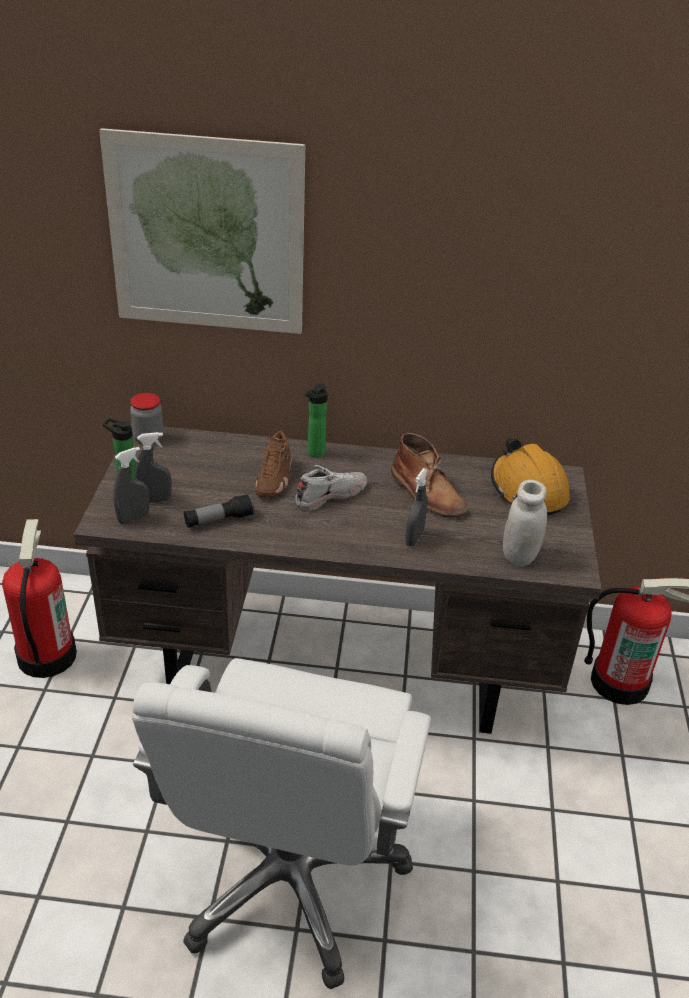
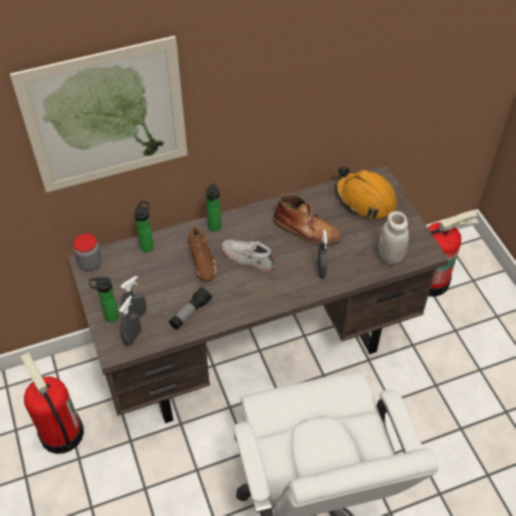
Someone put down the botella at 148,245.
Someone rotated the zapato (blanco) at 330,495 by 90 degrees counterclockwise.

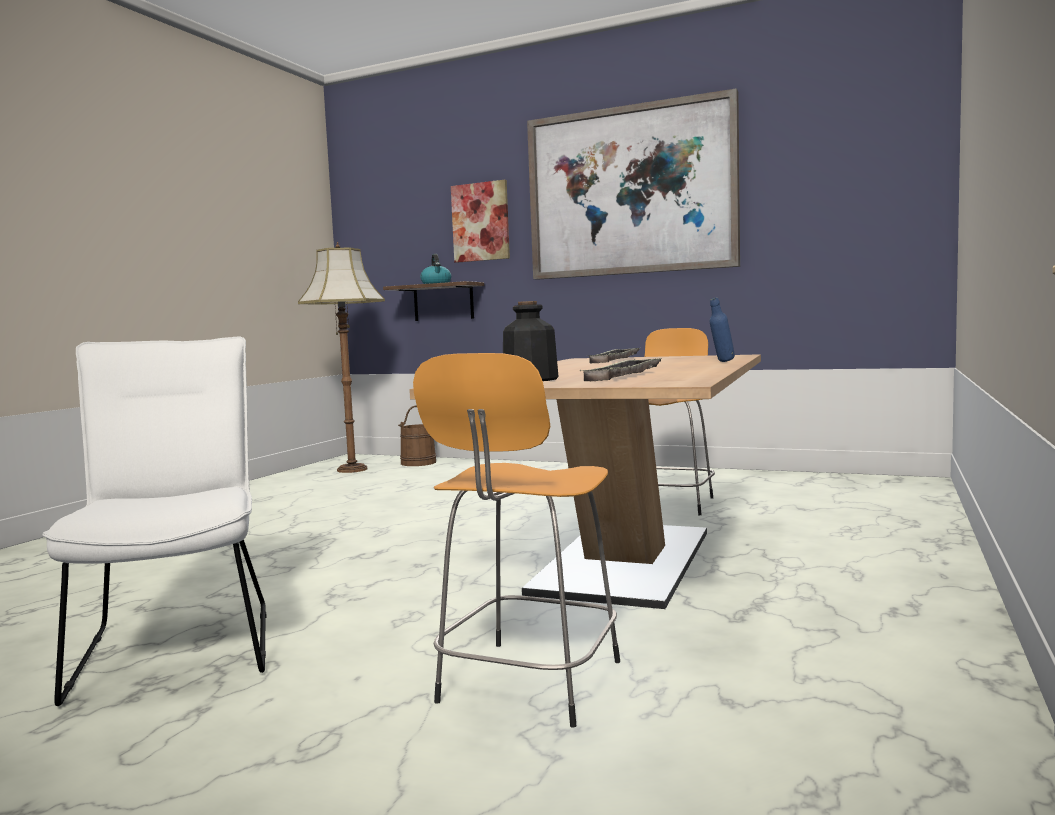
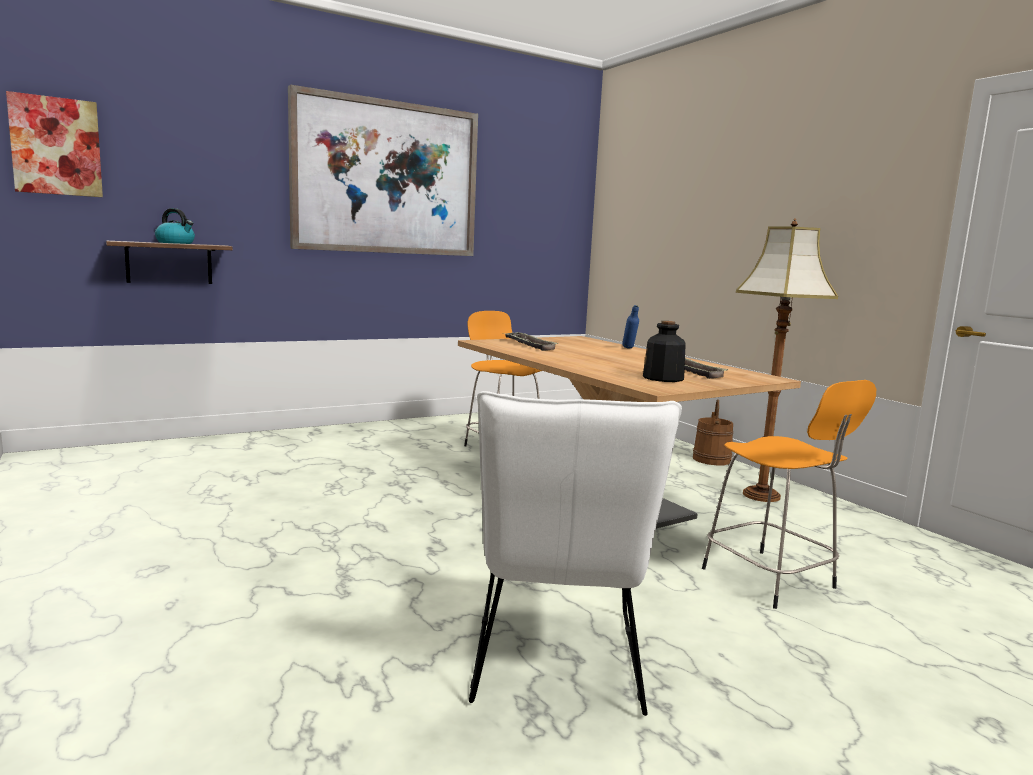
Someone carried the lámpara de pie from 353,469 to 762,495.
Someone carried the cubo (marrón) from 418,463 to 711,459.
Someone carried the cuadro from 480,222 to 56,146.
Someone rotated the silla (blanco) at 179,643 by 105 degrees counterclockwise.

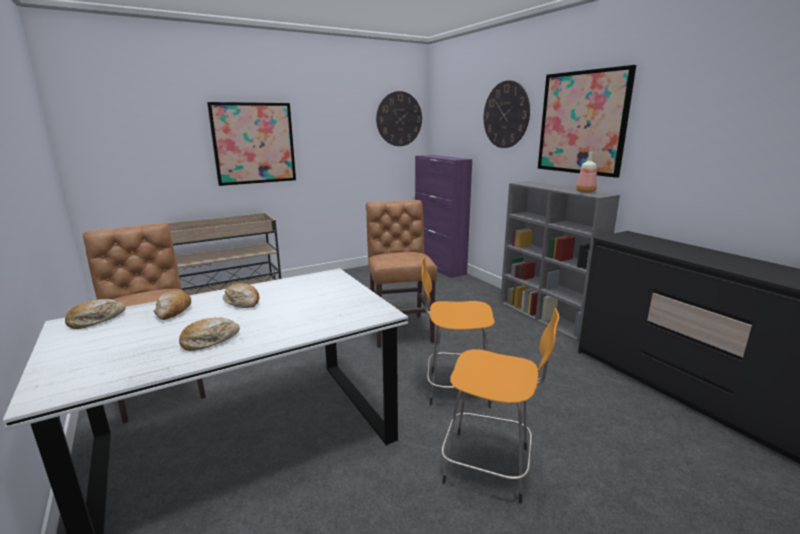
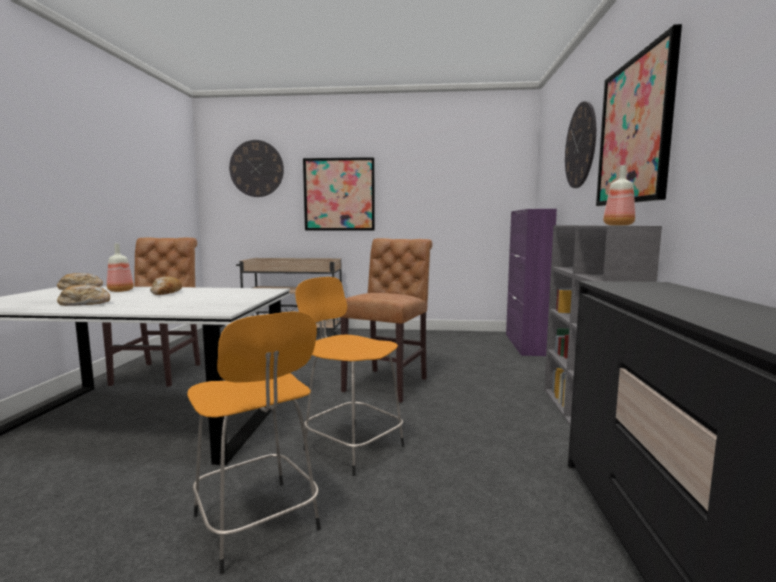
Someone carried the reloj de pared from 399,119 to 256,168.
Someone swapped the pan at 173,311 for the botella at 120,291.

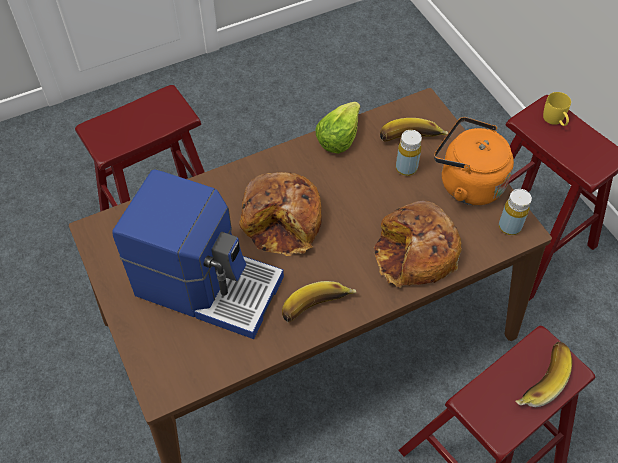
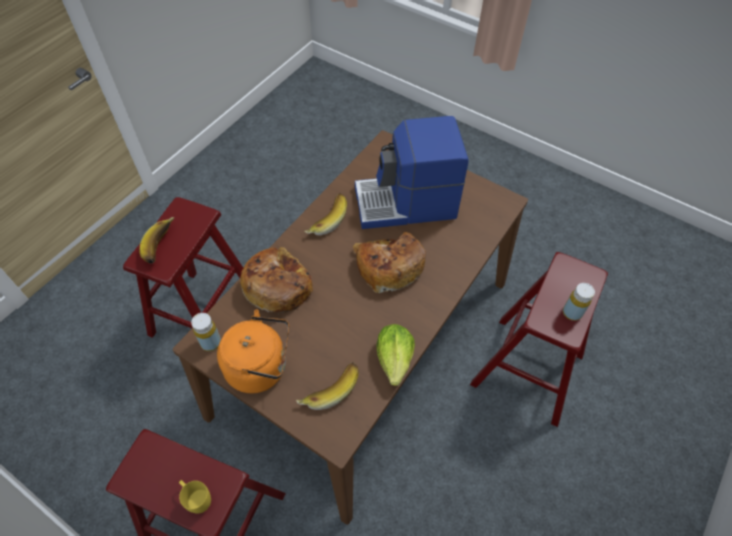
Someone carried the botella (amarillo) from 406,168 to 572,312.

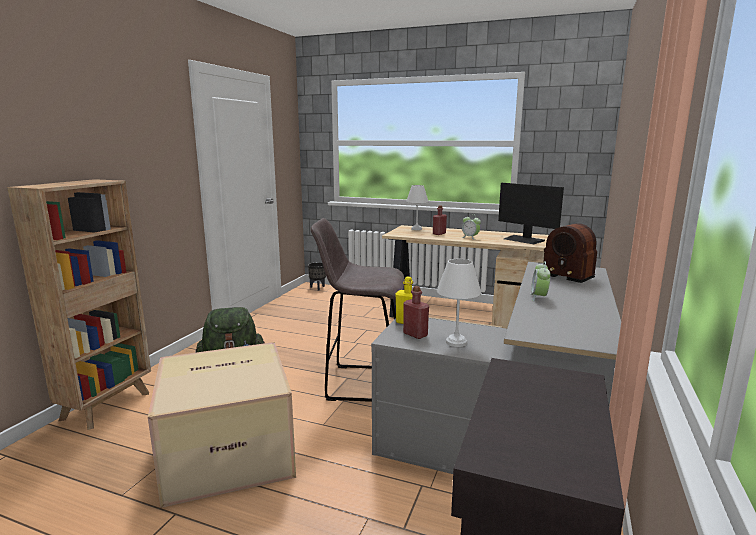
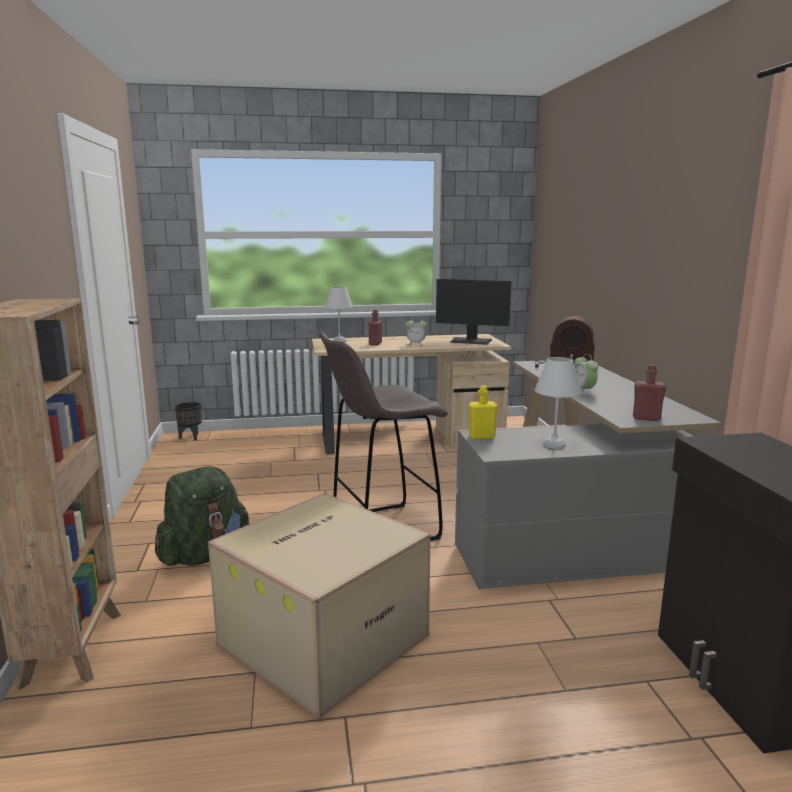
Someone carried the botella (rojo) from 415,334 to 646,418.

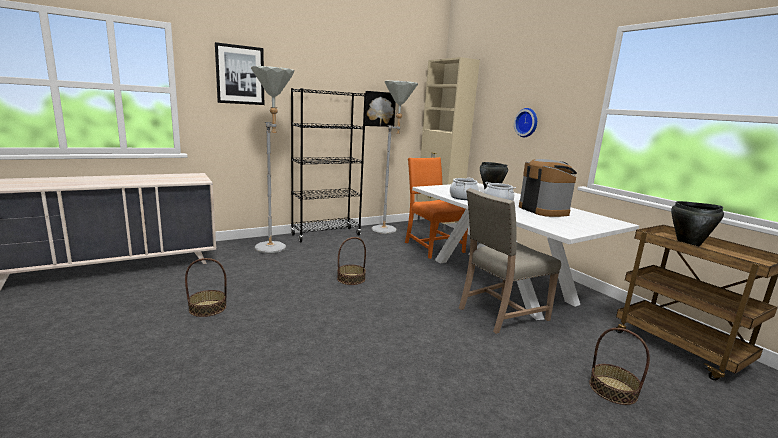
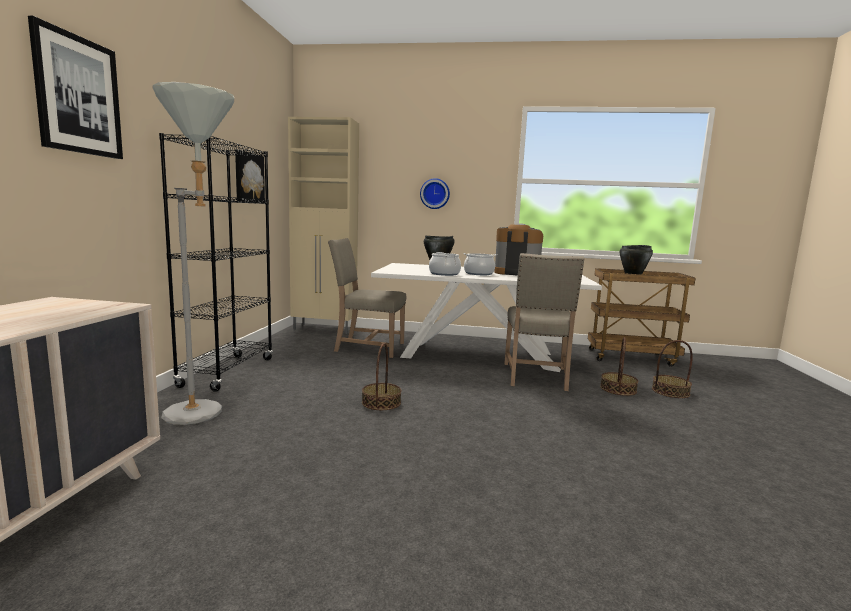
Someone took away the lámpara de pie (gris) at 389,230.
Someone carried the cesta from 208,308 to 618,389.
Someone repainted the silla (naranja) at 431,247, which became the silla (beis) at 367,347.

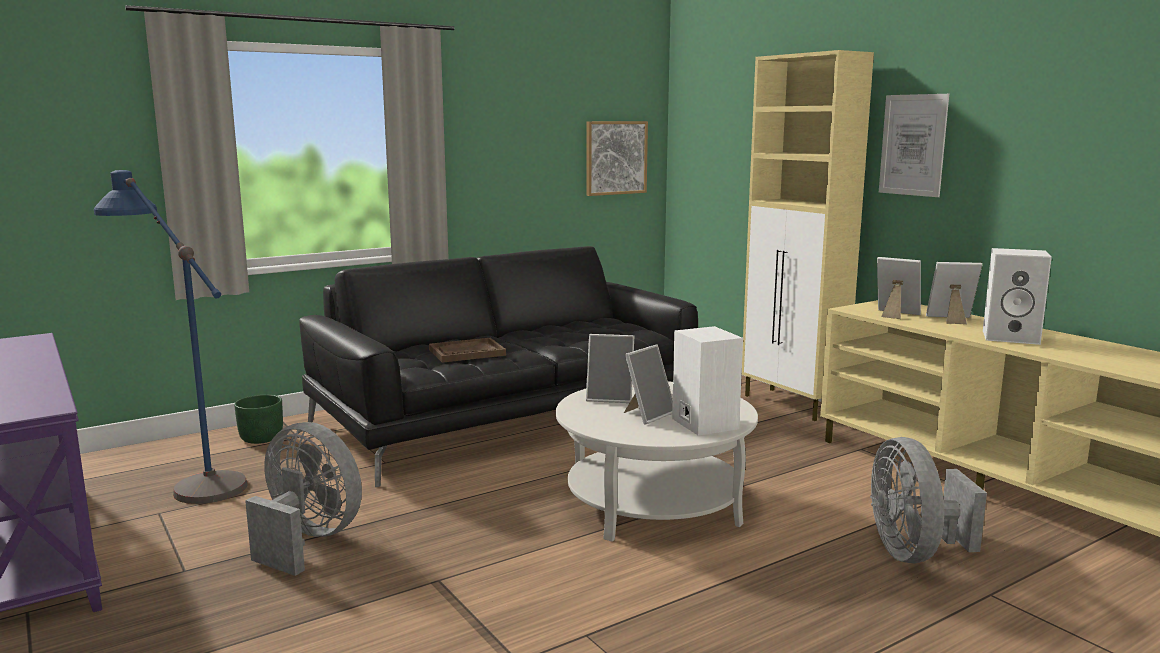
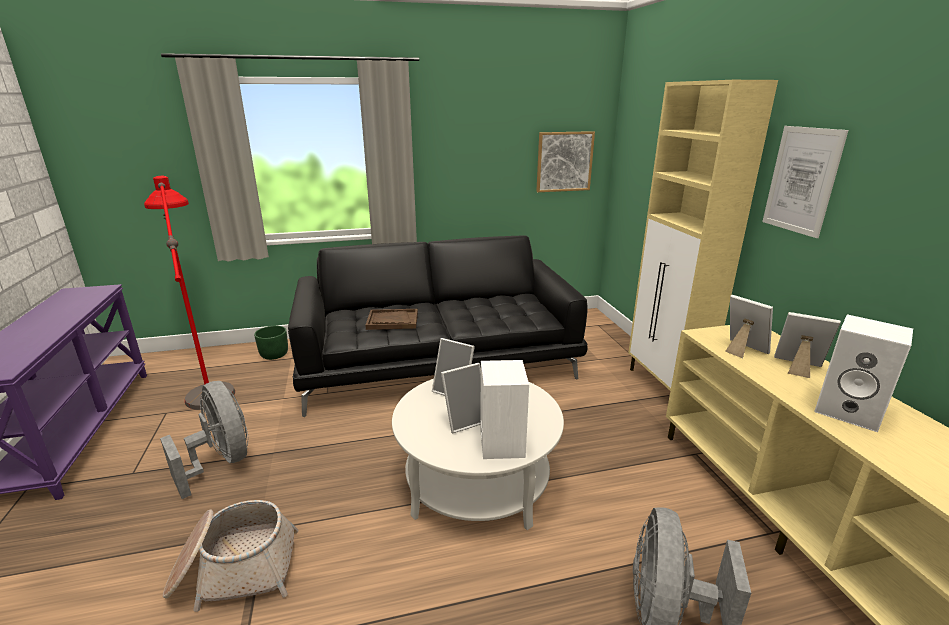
Someone put down the cesta at 234,570.
Someone repainted the lámpara de pie (azul) at 187,476, which became the lámpara de pie (rojo) at 208,381.

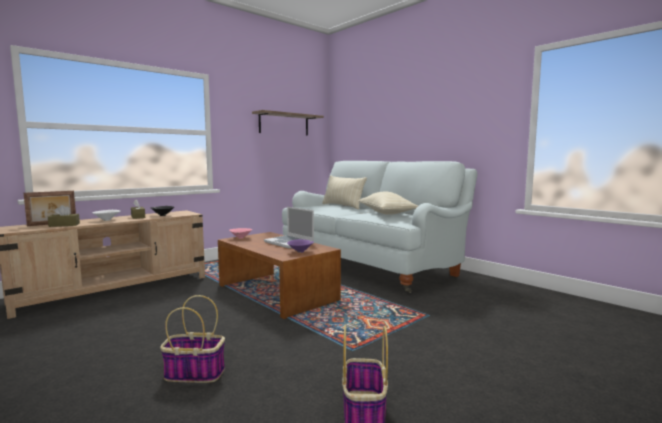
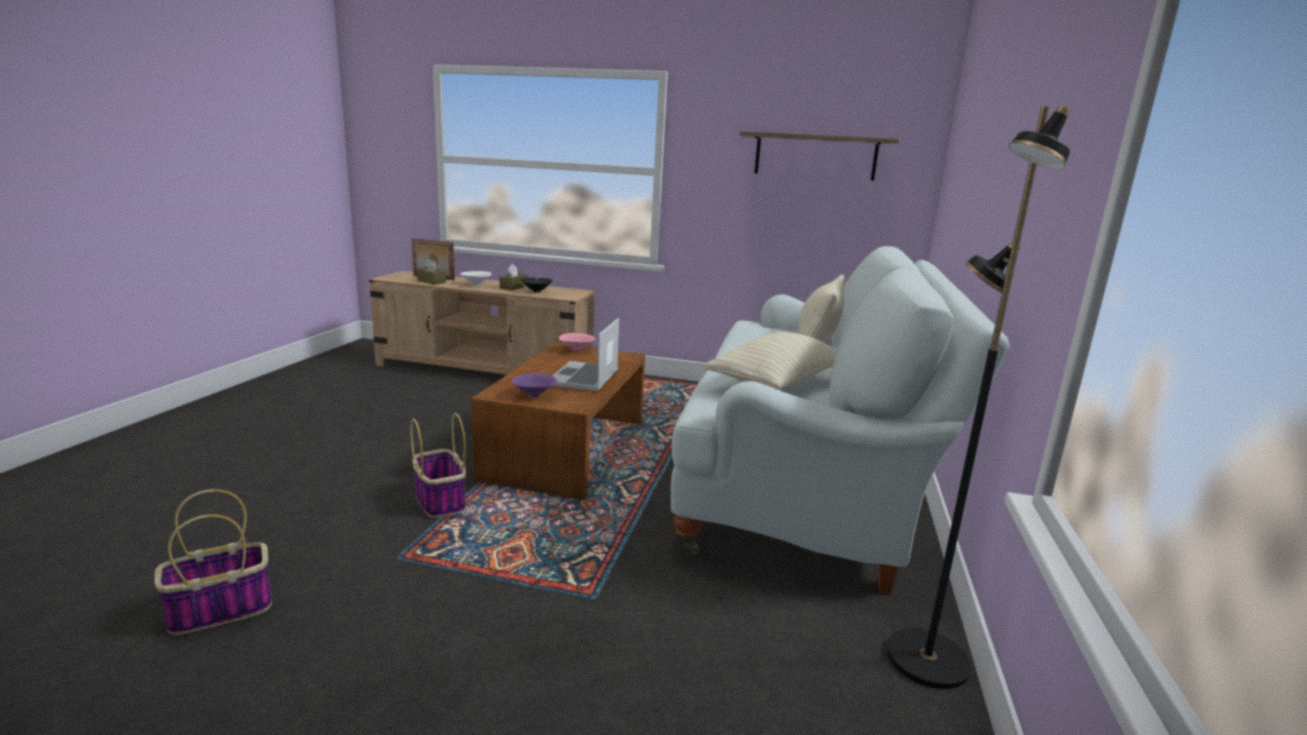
Someone put down the lámpara de pie (negro) at 925,659.
Someone carried the cesta from 193,374 to 439,500.

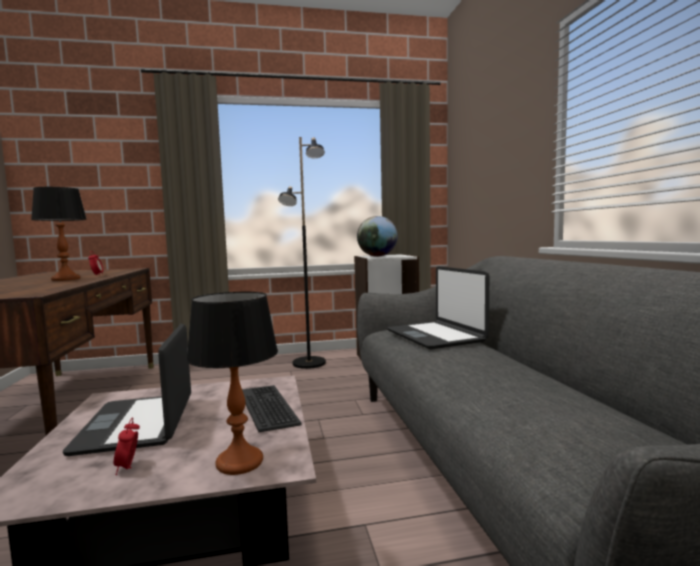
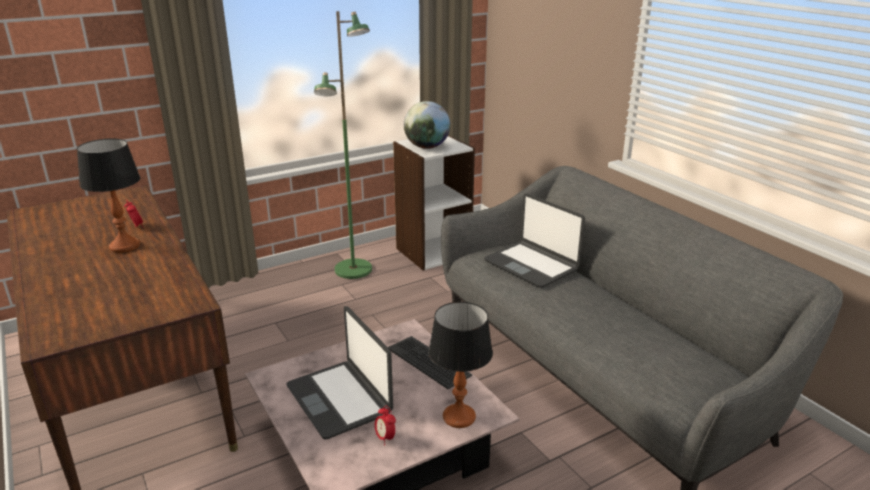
Someone repainted the lámpara de pie (negro) at 309,363, which became the lámpara de pie (verde) at 353,270.

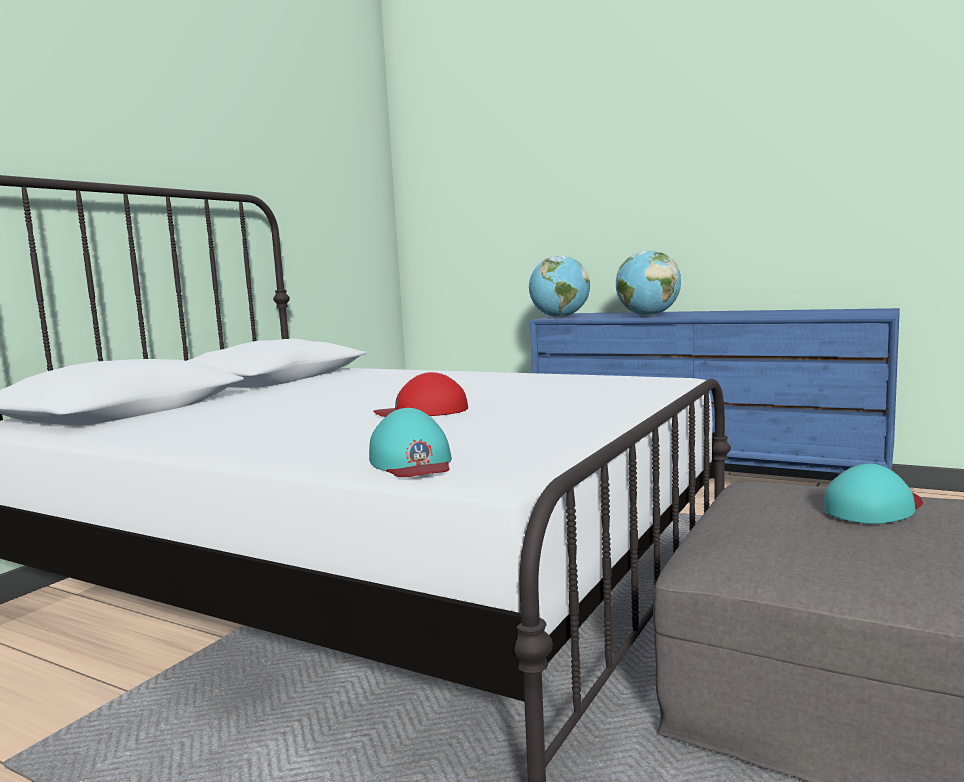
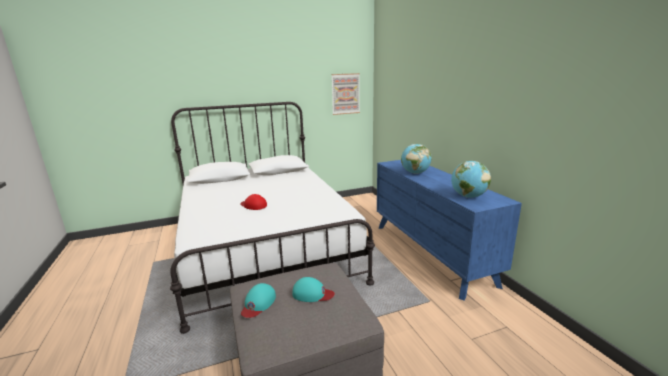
Someone put up the cuadro at 345,94.
Someone carried the gorra (turquesa) from 412,462 to 258,303.
Someone carried the globo terráqueo from 559,317 to 468,196.

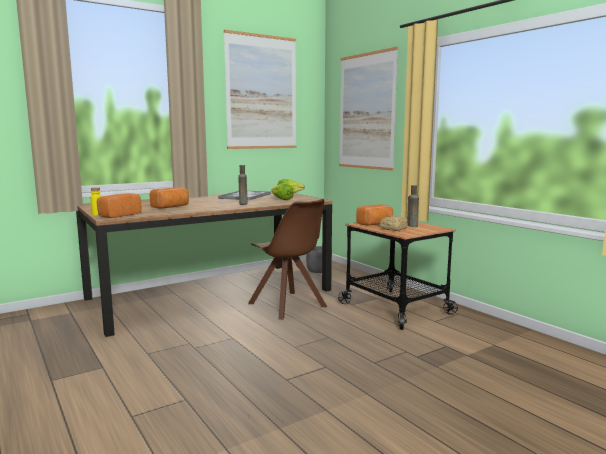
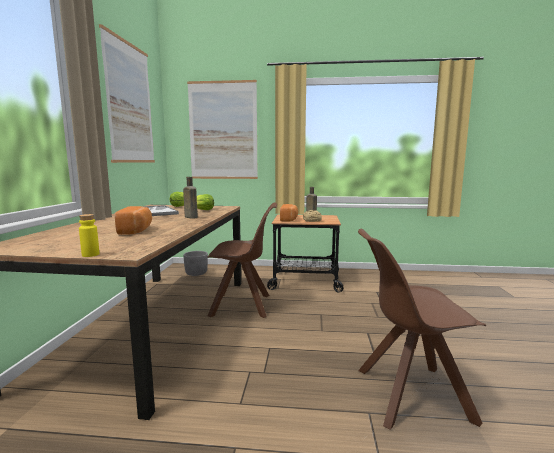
Someone took away the pan at 118,215.
Someone put down the silla (marrón) at 409,394.

